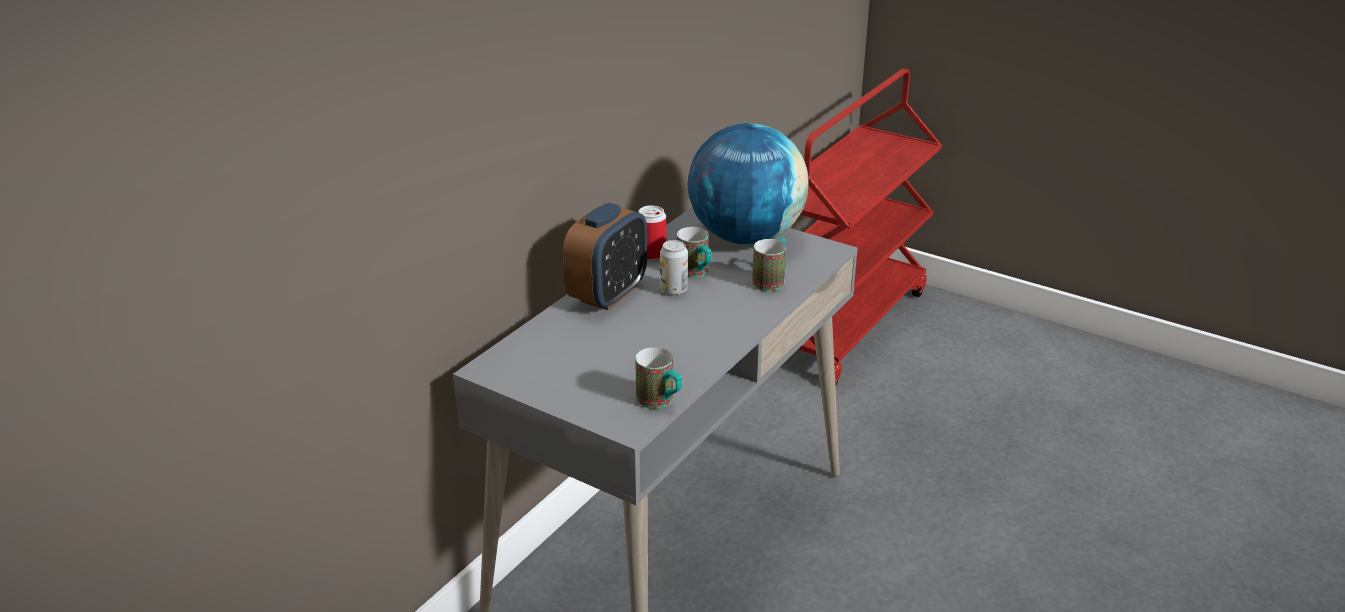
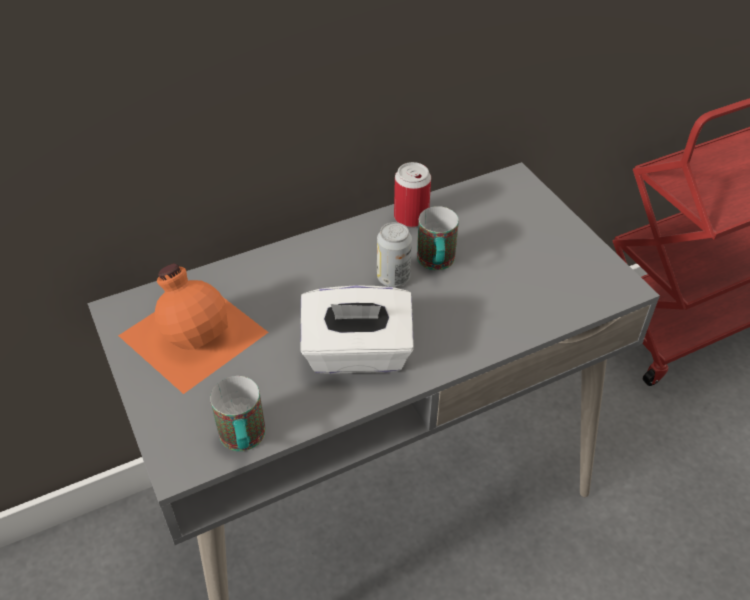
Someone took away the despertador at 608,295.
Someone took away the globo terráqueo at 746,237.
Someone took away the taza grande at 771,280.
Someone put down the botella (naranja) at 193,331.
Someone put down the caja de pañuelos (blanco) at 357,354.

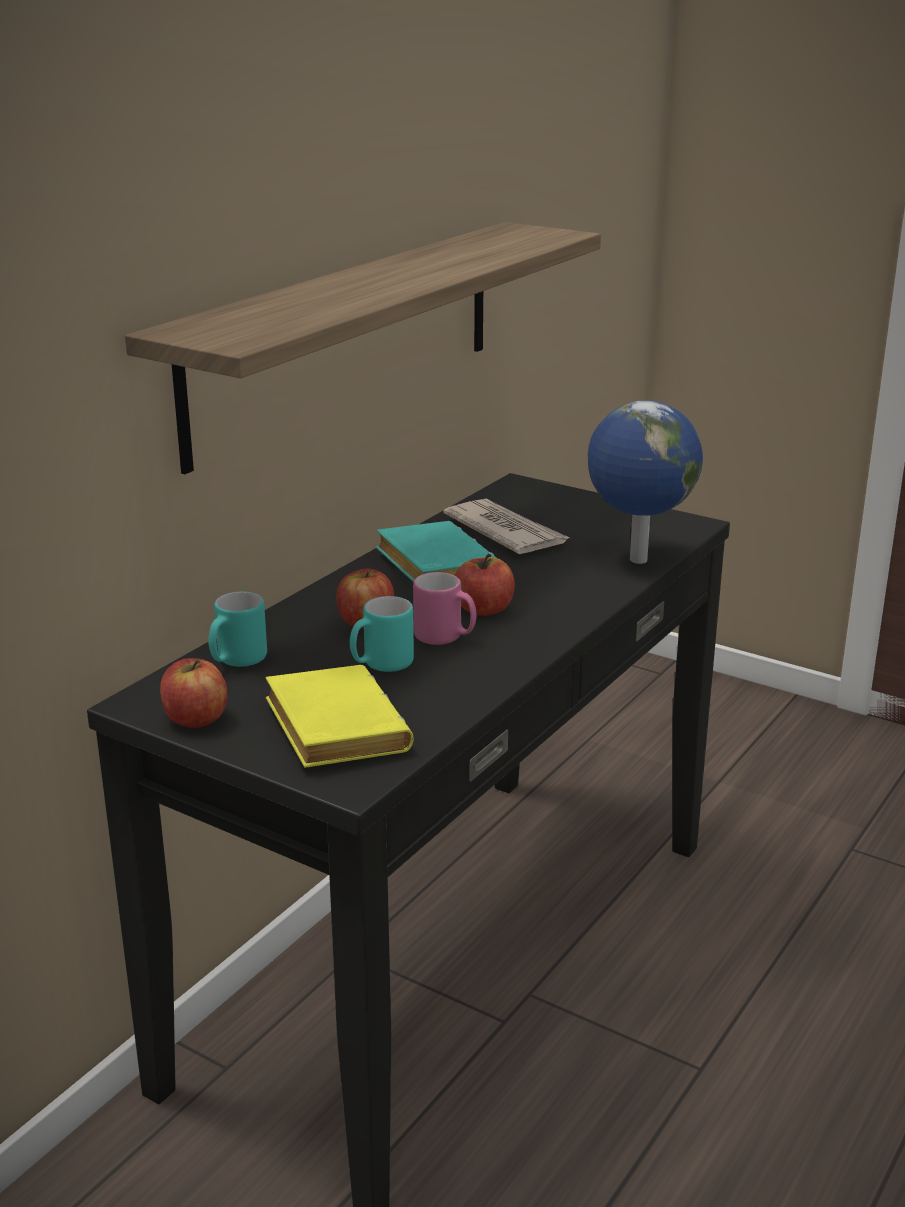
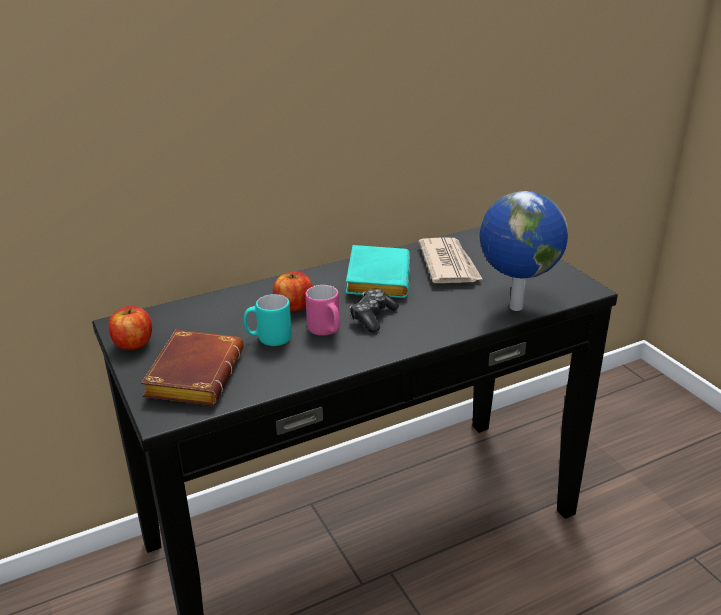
Someone took away the estante at 347,337.
Someone took away the taza grande (turquesa) at 236,661.
Someone swapped the manzana at 484,609 for the mando de consola at 372,317.
Someone repainted the libro (amarillo) at 330,728, which became the libro (marrón) at 193,373.

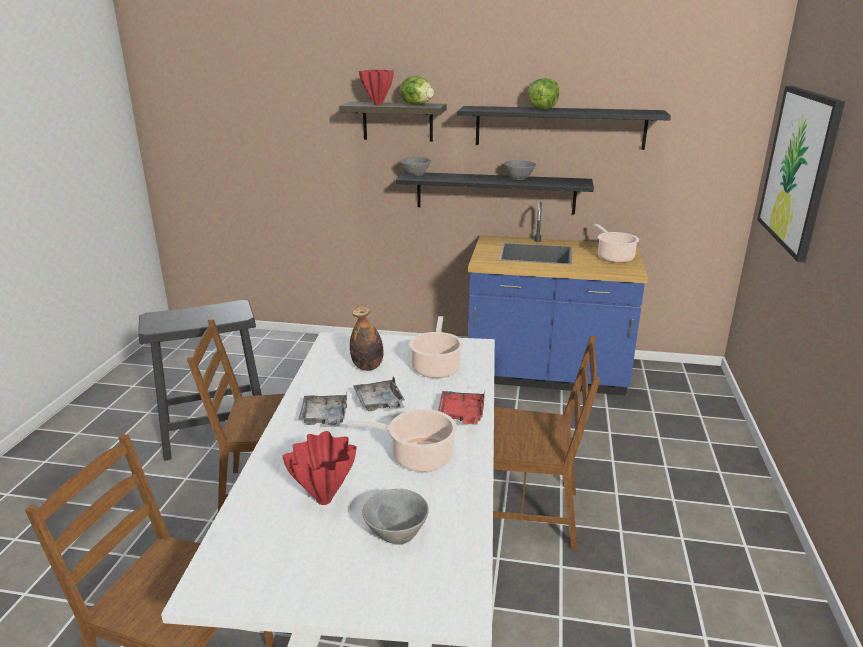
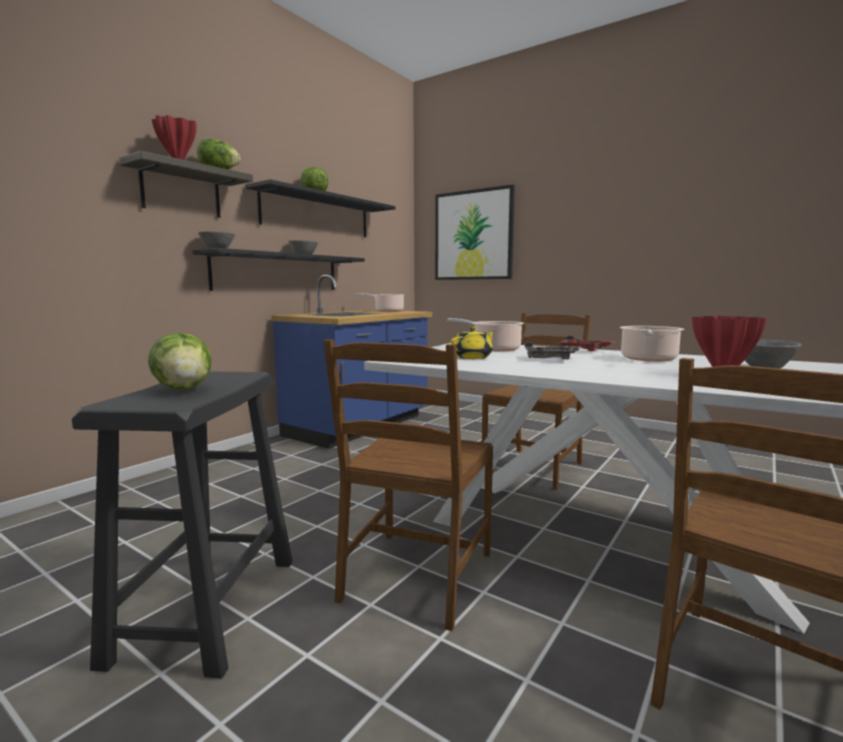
Someone took away the bandeja (gris) at 324,418.
Someone put down the lechuga at 183,389.
Someone swapped the botella at 367,367 for the tetera (amarillo) at 473,357.

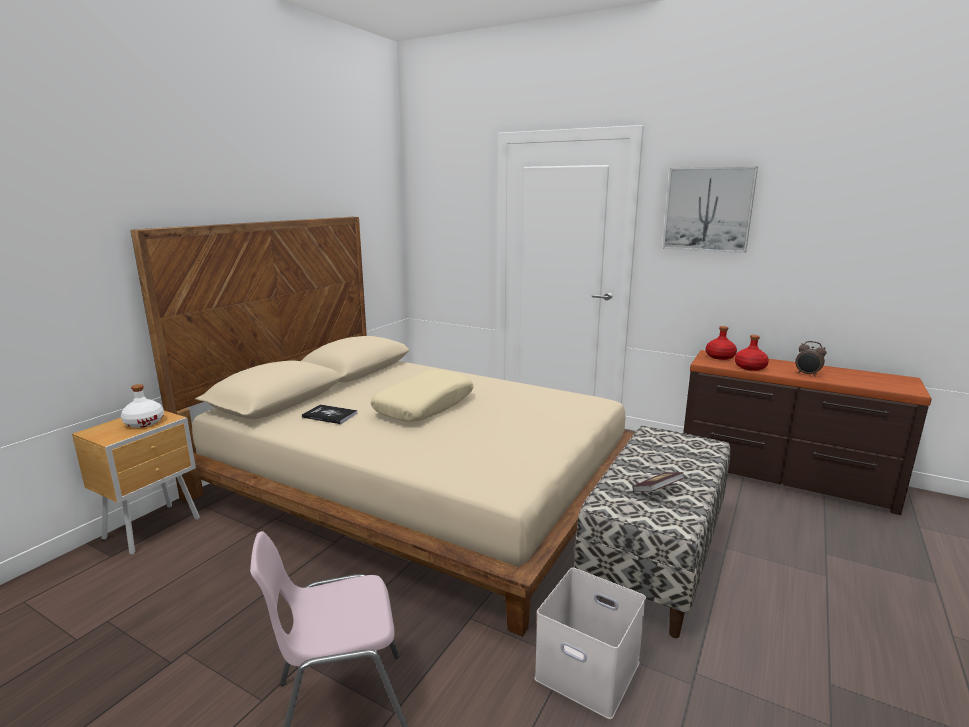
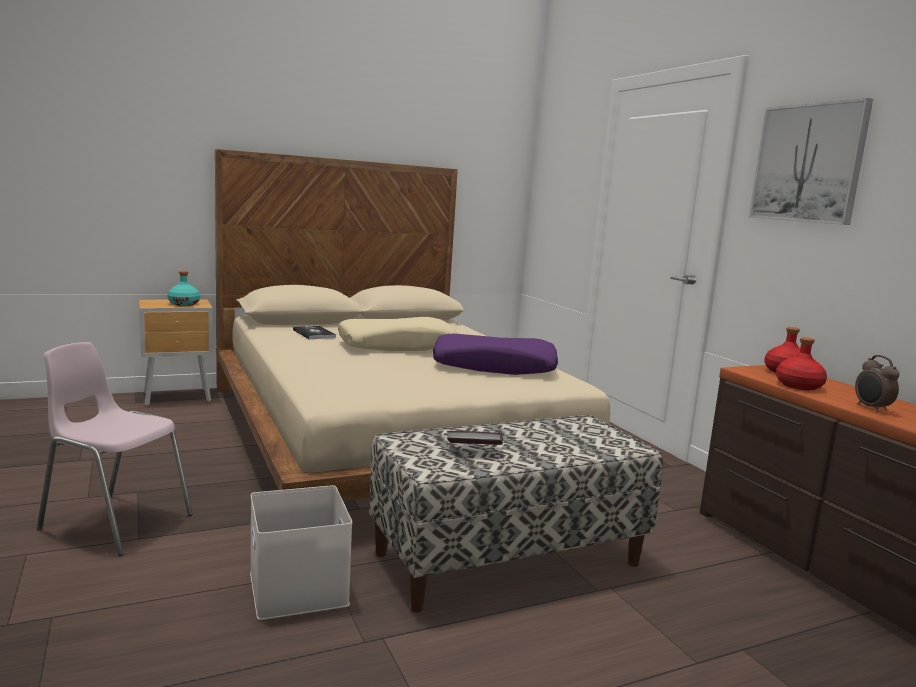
Someone put down the cojín (morado) at 494,367.
Someone repainted the botella (blanco) at 144,422, which became the botella (turquesa) at 184,304.

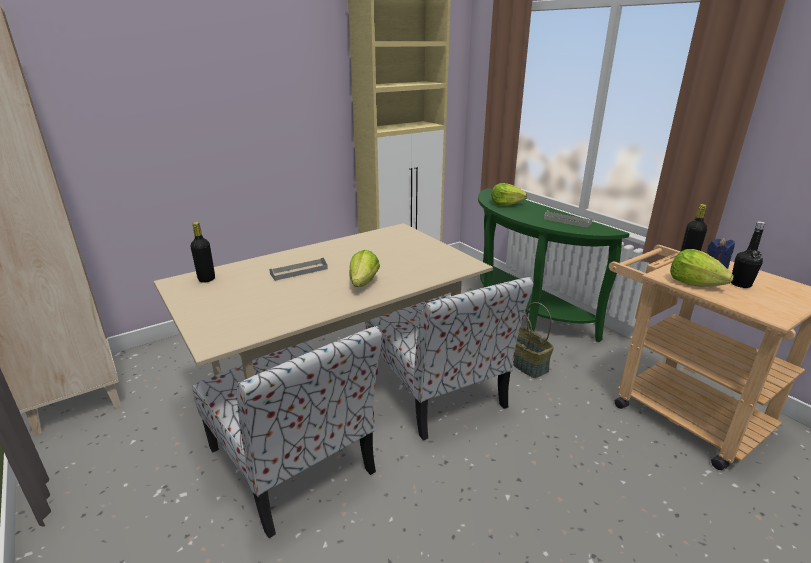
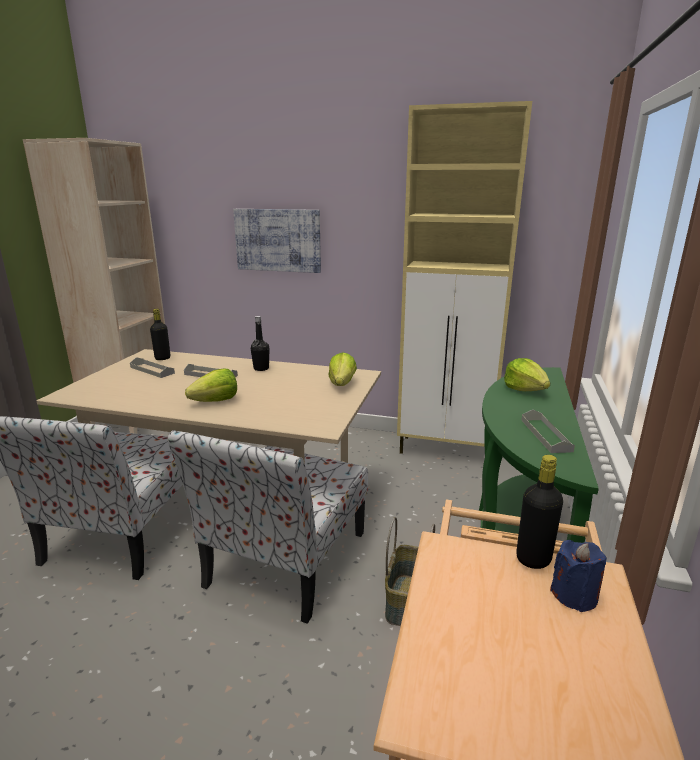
Someone put down the bandeja (gris) at 152,370.
Someone put up the cuadro at 278,240.
Someone carried the lechuga from 694,283 to 342,384.
Someone carried the botella (negro) from 740,284 to 261,368.

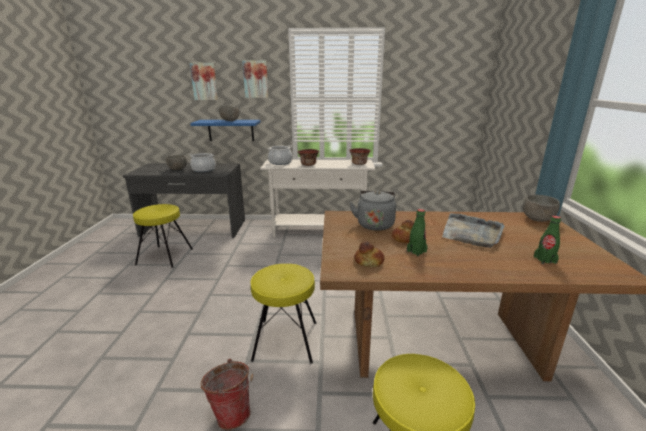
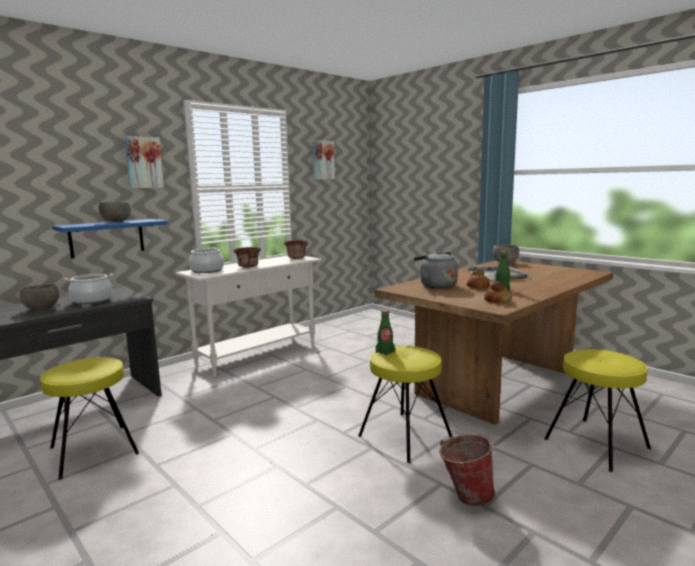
Someone carried the cuadro from 204,81 to 322,160.
Someone carried the botella (verde) from 545,260 to 385,352.

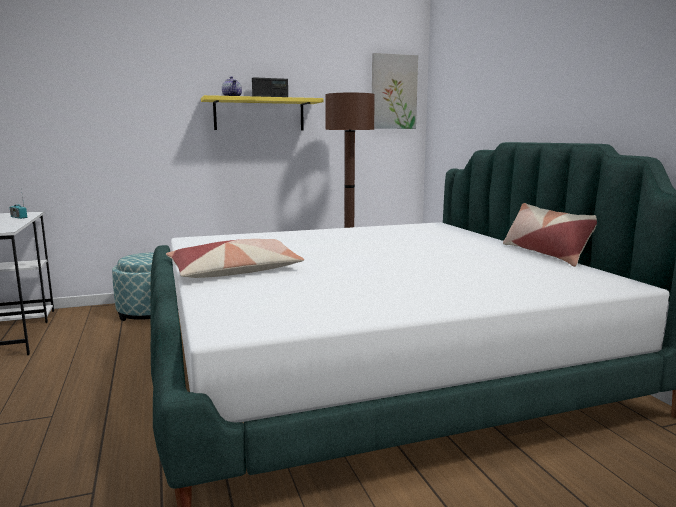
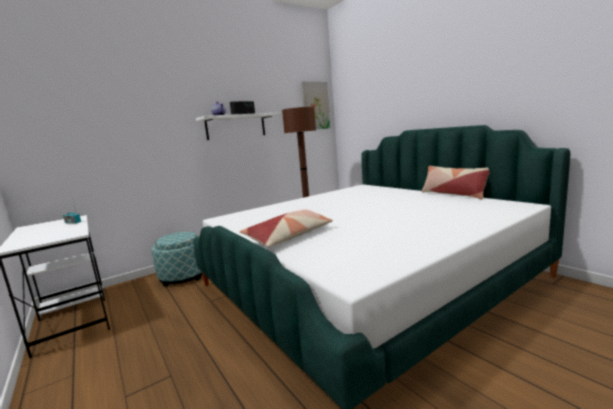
Someone repainted the estante (amarillo) at 259,114, which became the estante (blanco) at 236,127.

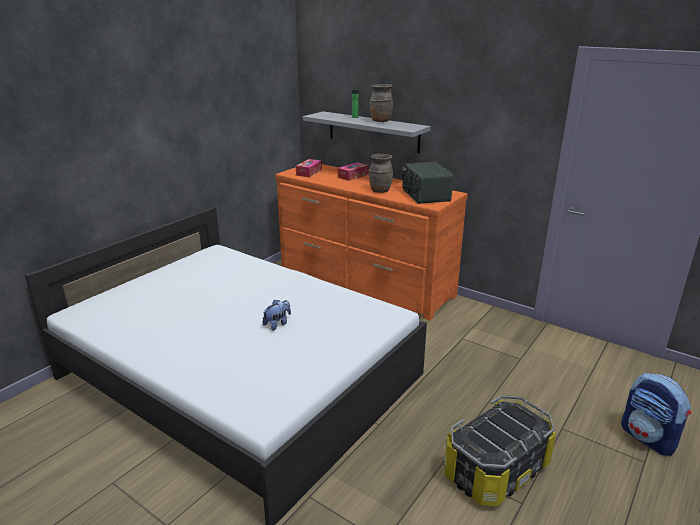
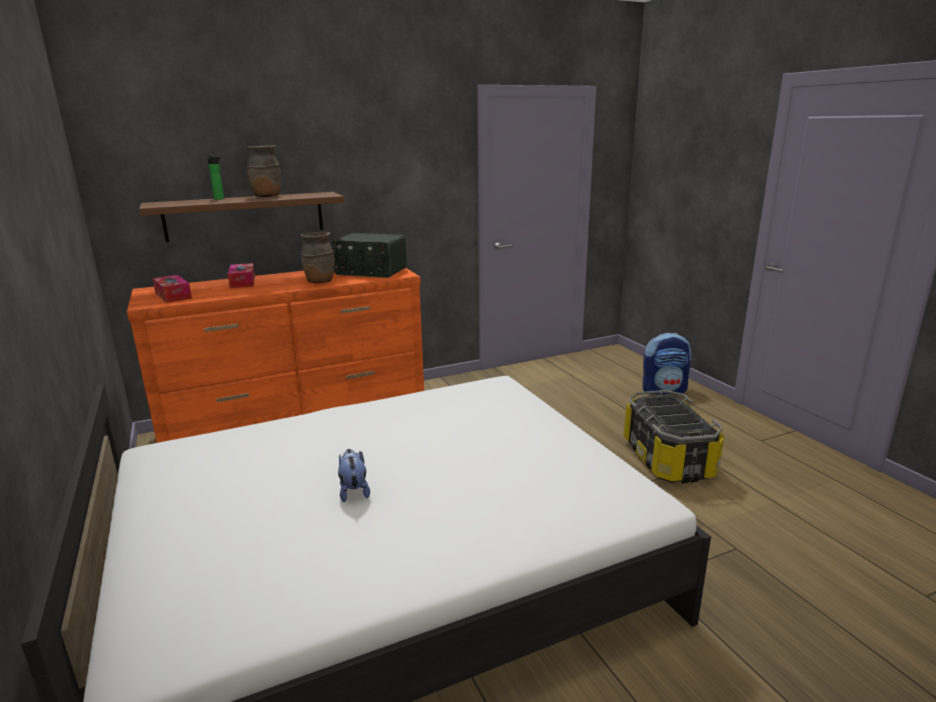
Someone carried the peluche from 277,324 to 353,491.
Someone repainted the estante (gris) at 373,131, which became the estante (marrón) at 245,216.

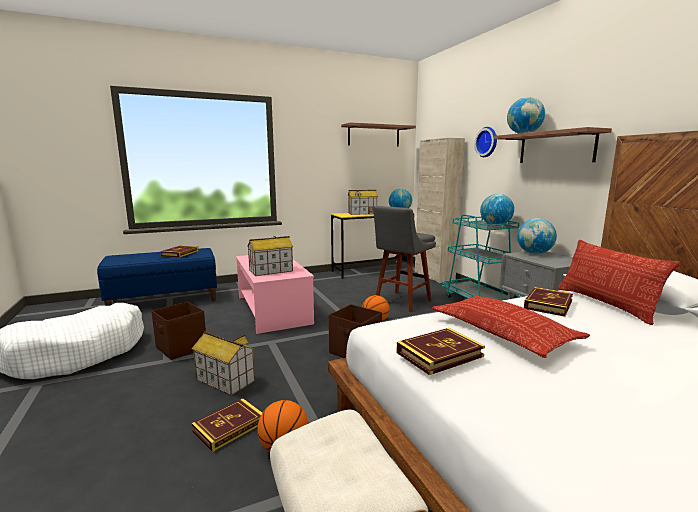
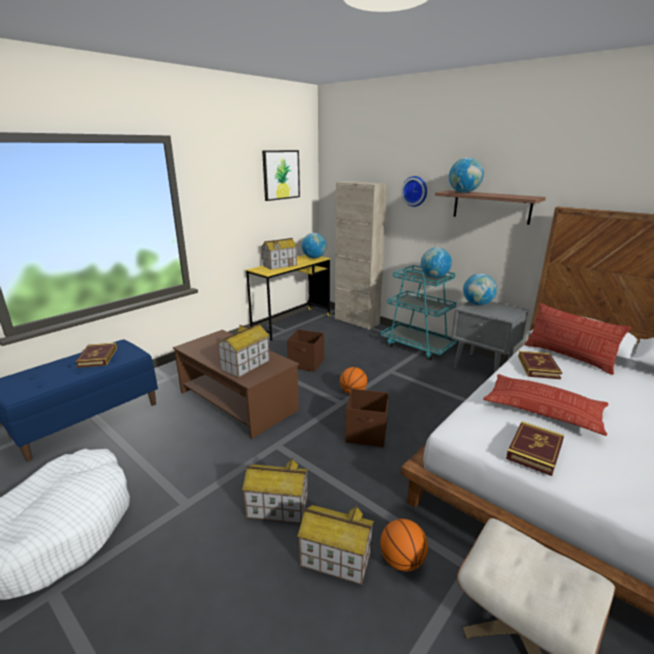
Someone took away the taburete (gris) at 401,302.
Someone carried the caja de almacenaje (marrón) from 181,348 to 306,364.
Someone swapped the libro at 229,427 for the casita at 335,559.
Someone swapped the estante at 373,136 for the cuadro at 281,175.
Someone repainted the mesa de centro (rosa) at 273,310, which became the mesa de centro (marrón) at 238,401.

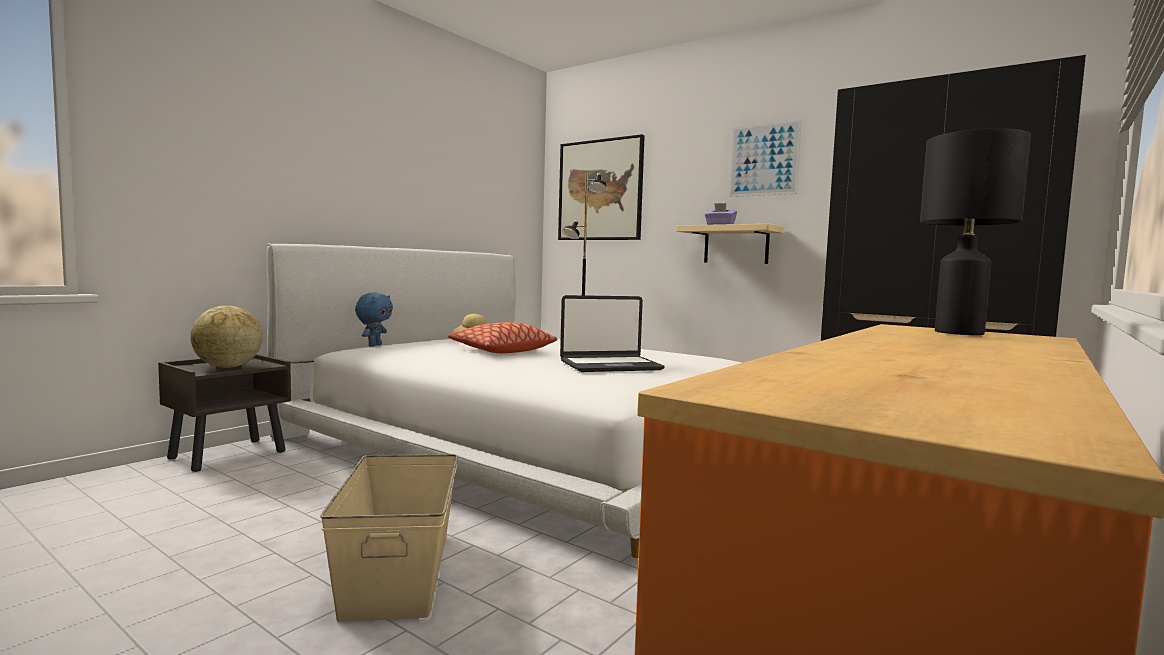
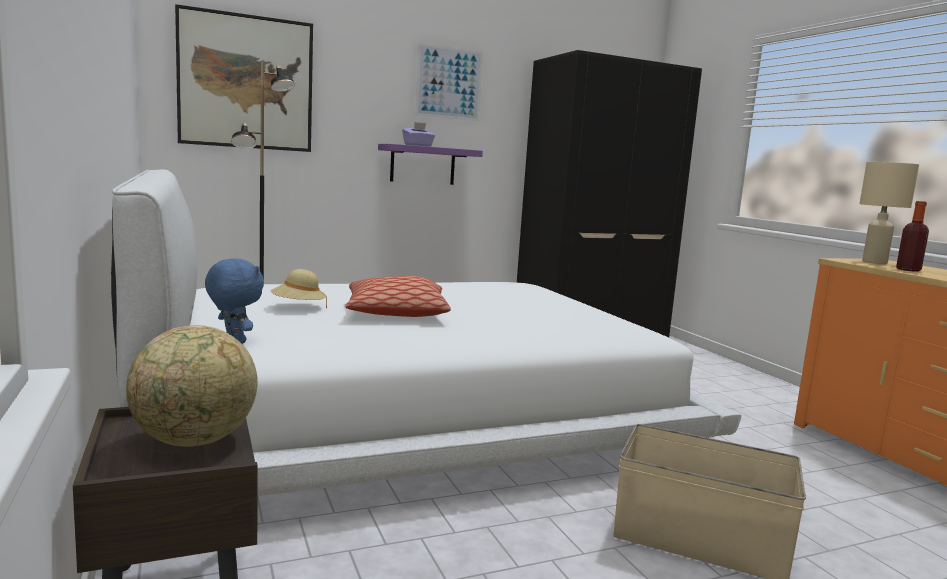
Someone took away the portátil at 610,365.
Someone put down the botella at 908,270.
Someone repainted the estante (beis) at 736,245, which became the estante (morado) at 422,165.
Someone repainted the lámpara de mesa (negro) at 958,333, which became the lámpara de mesa (beis) at 875,262.

